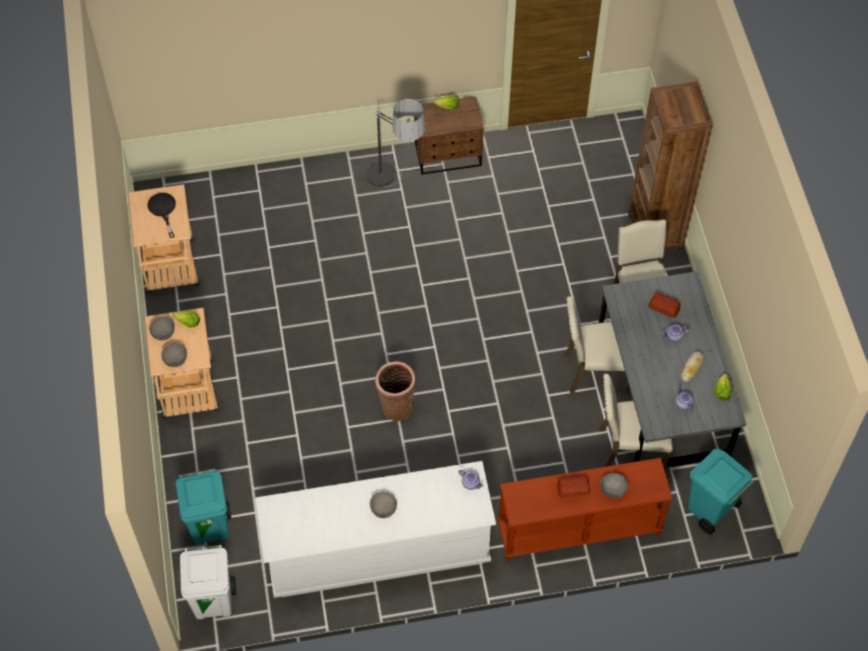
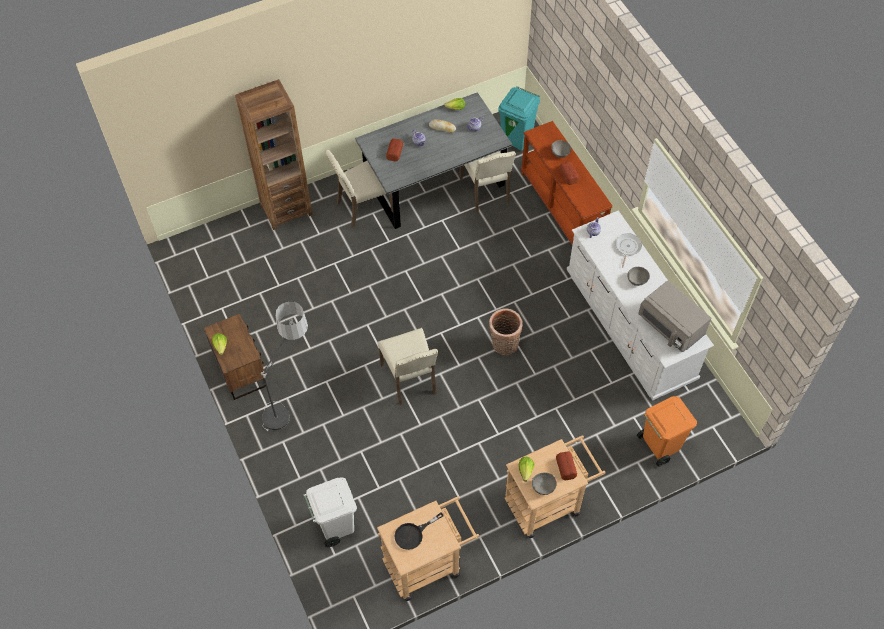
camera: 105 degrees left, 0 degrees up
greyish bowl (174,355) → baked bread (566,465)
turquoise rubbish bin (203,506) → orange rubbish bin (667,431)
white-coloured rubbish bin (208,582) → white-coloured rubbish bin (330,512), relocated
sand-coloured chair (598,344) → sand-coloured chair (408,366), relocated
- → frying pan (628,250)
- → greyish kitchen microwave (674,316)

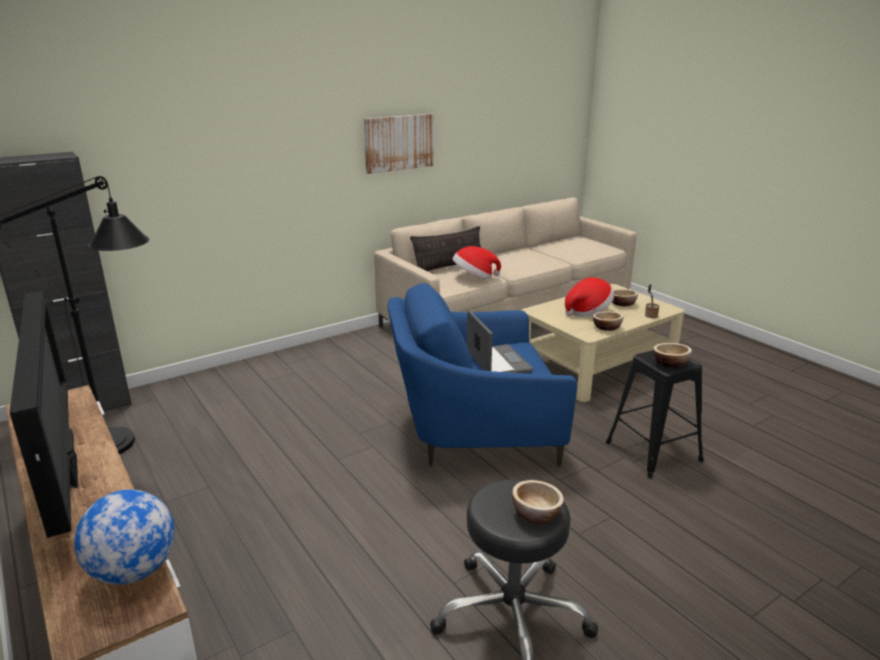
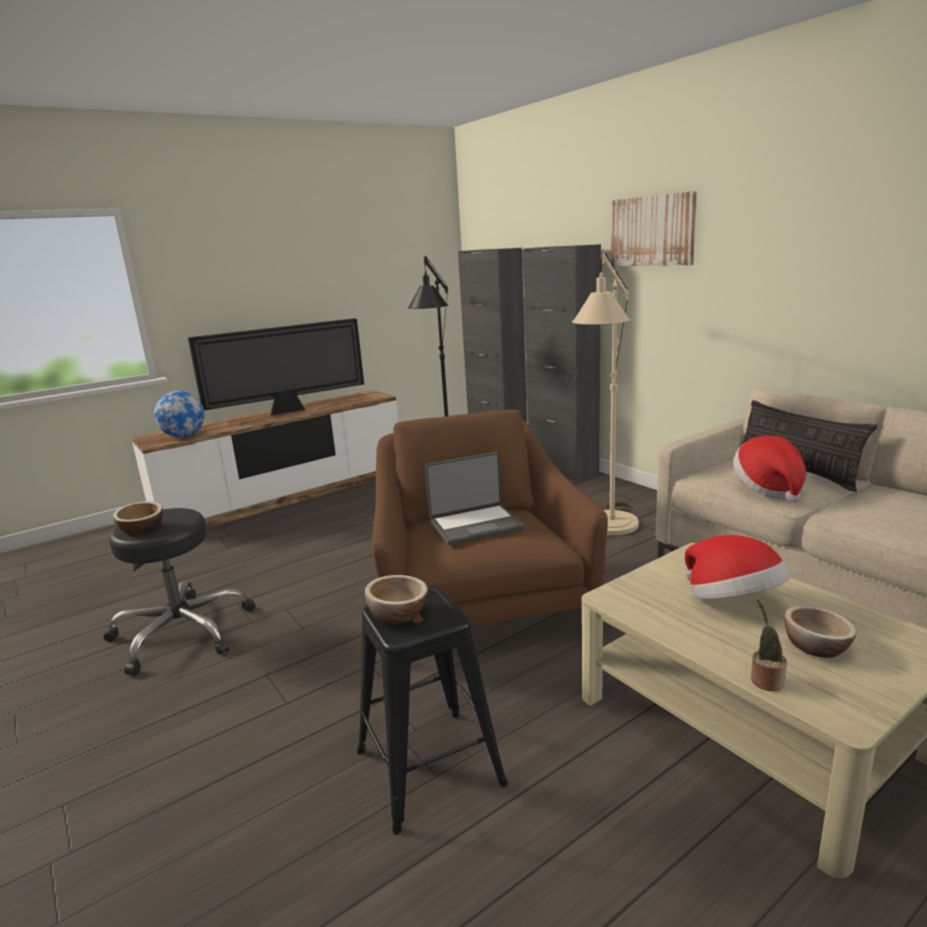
camera: 90 degrees right, 5 degrees down
wall picture (399,144) → wall picture (654,228), relocated
bluish armchair (482,375) → brown armchair (490,518)
bowl (608,321) → -
- → blackish storage cabinet (562,363)
- → sand-coloured standing lamp (605,392)

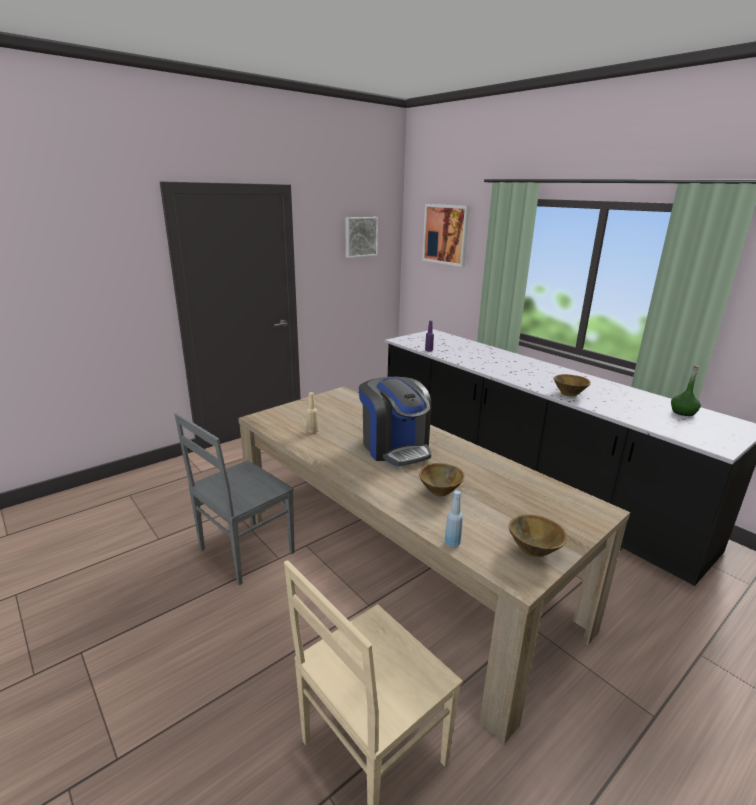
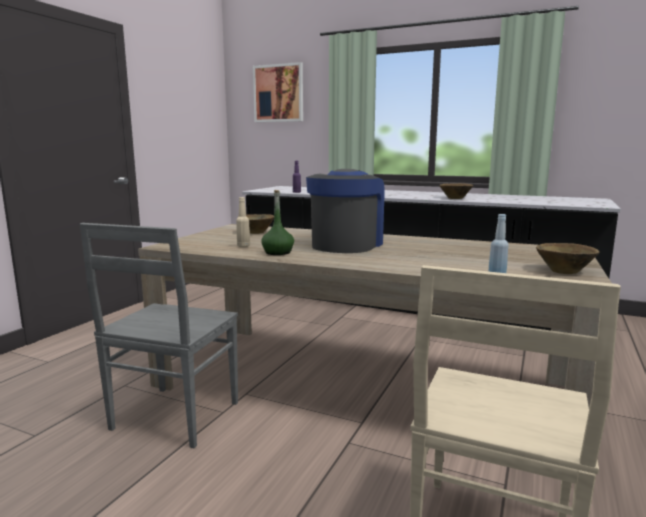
camera: 25 degrees left, 10 degrees down
wall picture (362,237) → -
coffee brewer (395,422) → coffee brewer (345,211), 105 degrees counterclockwise
brown bowl (442,479) → brown bowl (256,224), relocated
green beverage bottle (686,390) → green beverage bottle (277,222), relocated

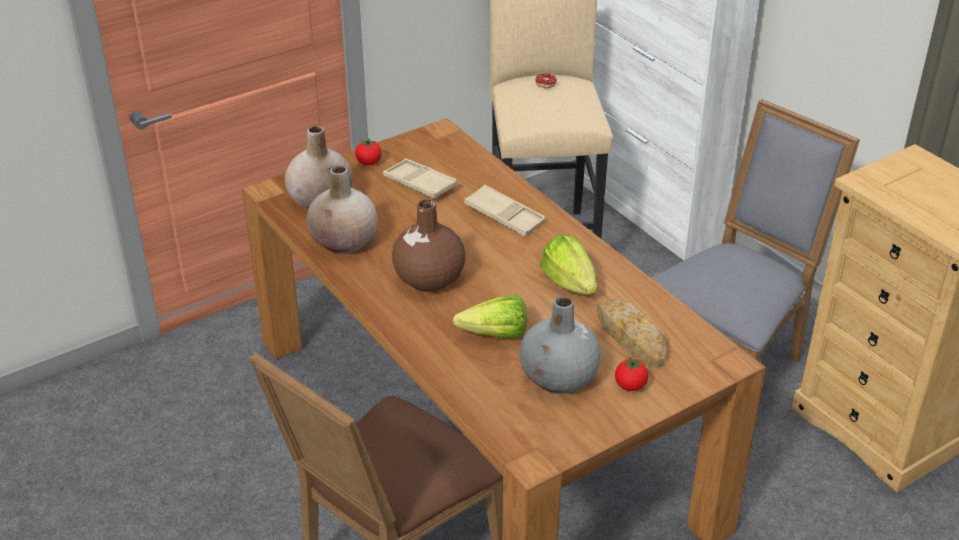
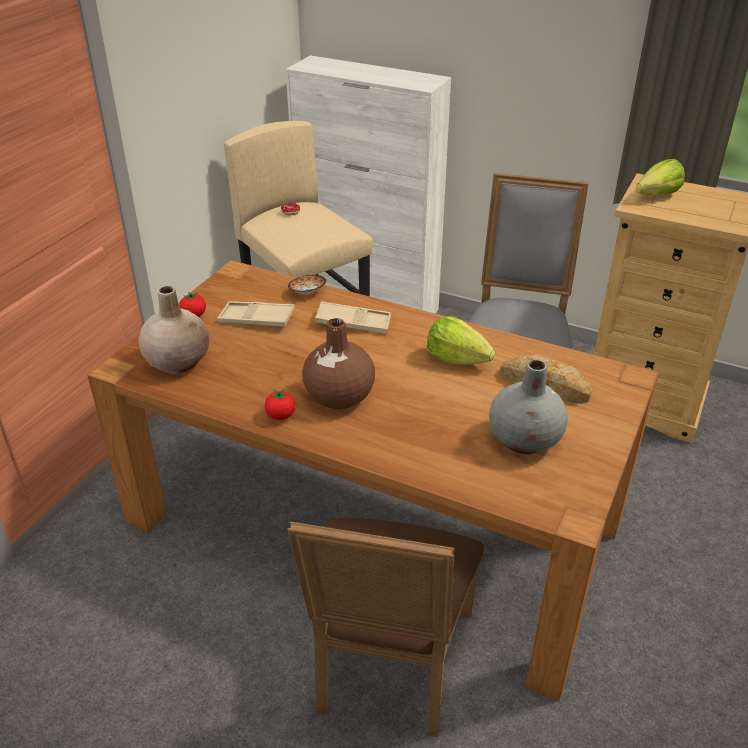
camera: 30 degrees left, 0 degrees up
sand-coloured flower vase (341,210) → -
head of lettuce (490,317) → head of lettuce (660,177), relocated
whole tomato (631,373) → whole tomato (280,404), relocated
- → bowl (307,284)

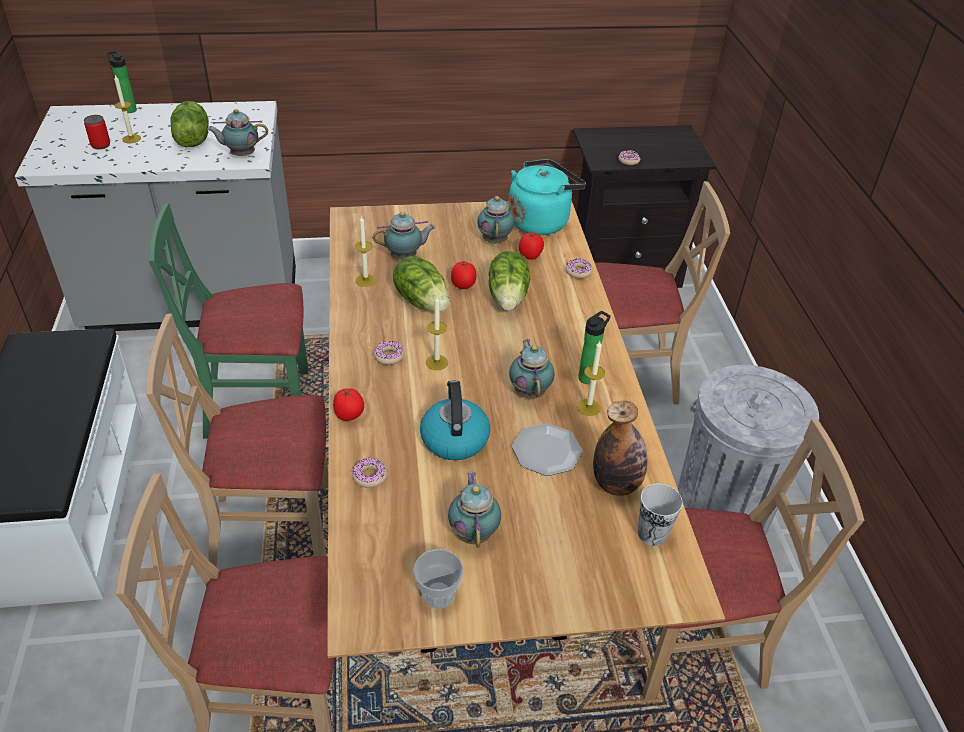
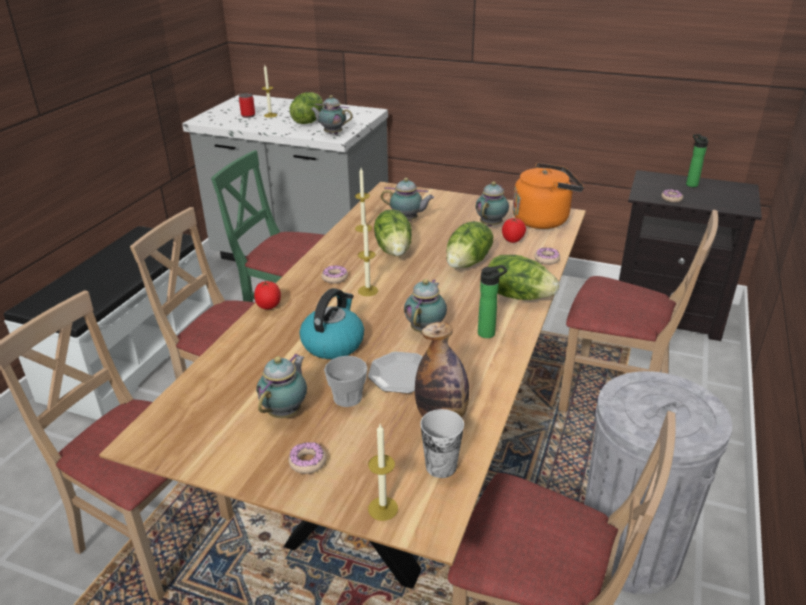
camera: 30 degrees right, 10 degrees down
beverage bottle (122,82) → beverage bottle (697,160), relocated
ring doughnut (370,473) → ring doughnut (307,458), relocated
drinking cup (438,579) → drinking cup (345,381), relocated
whole tomato (464,275) → -
turquoise tea kettle (547,197) → orange tea kettle (548,196)
candle (591,378) → candle (383,472), relocated
- → head of lettuce (523,277)

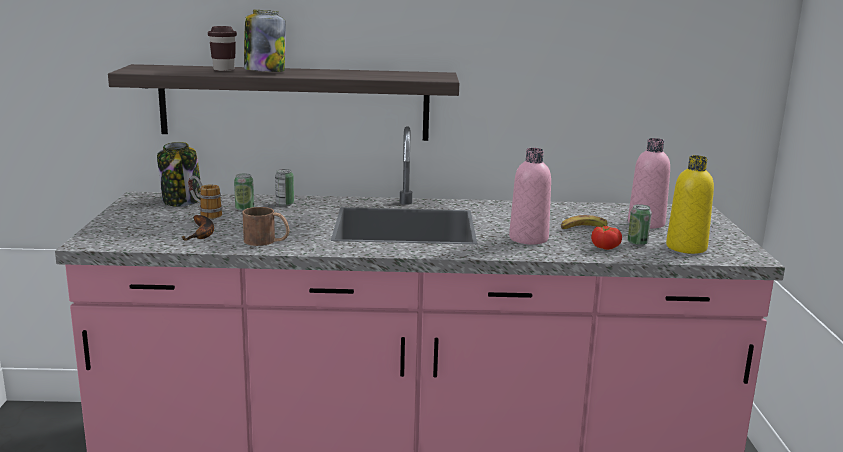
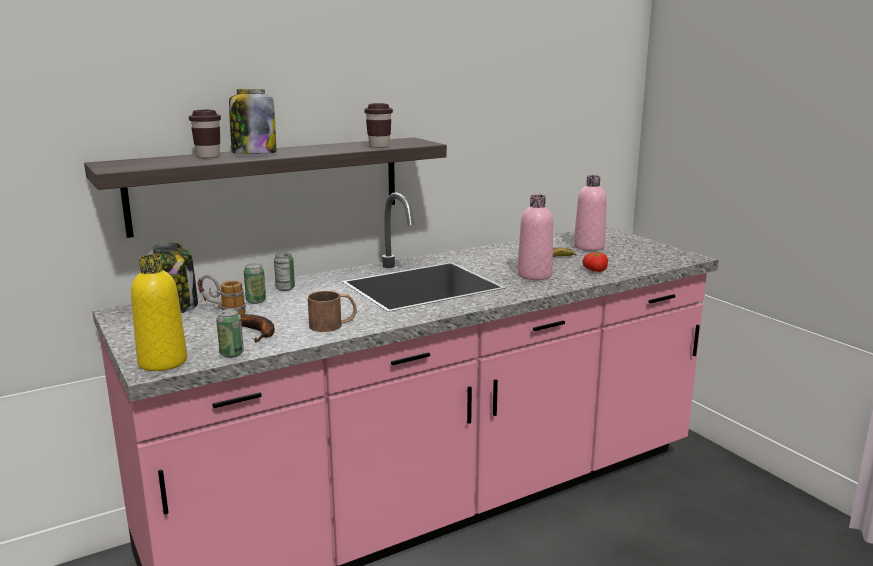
camera: 30 degrees left, 0 degrees up
metal can (640,225) → metal can (230,333), relocated
yellow-coloured beverage bottle (690,204) → yellow-coloured beverage bottle (159,312), relocated
- → brown drinking cup (378,125)

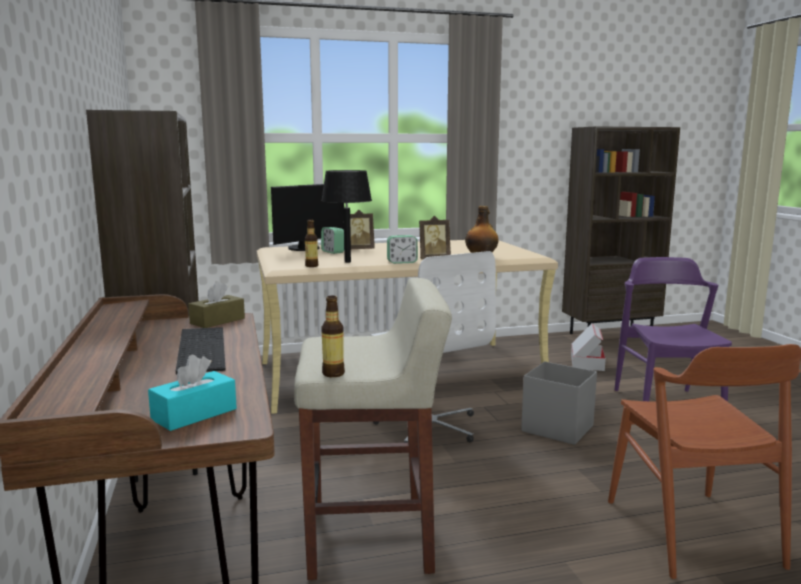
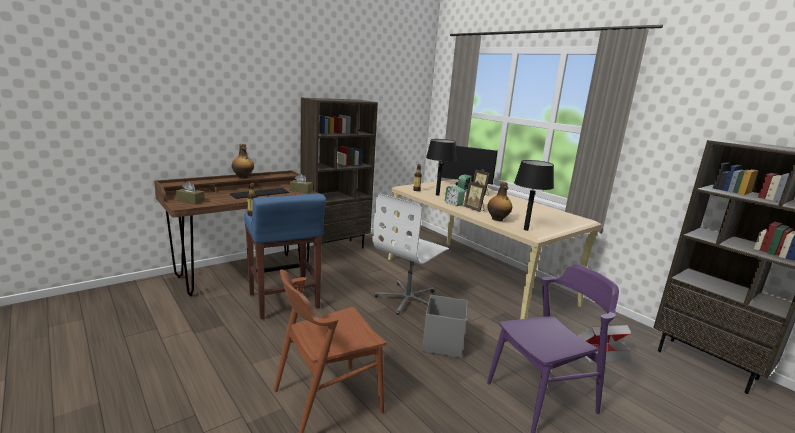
camera: 65 degrees right, 5 degrees up
turquoise tissue box (192,393) → brown tissue box (190,192)
sand-coloured sitting stool (373,429) → bluish sitting stool (285,256)
- → beverage bottle (243,161)
- → blackish lamp for a table (534,195)

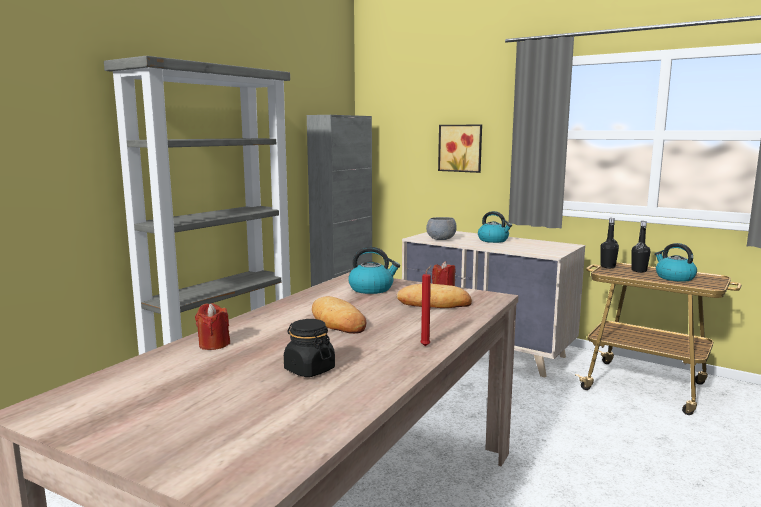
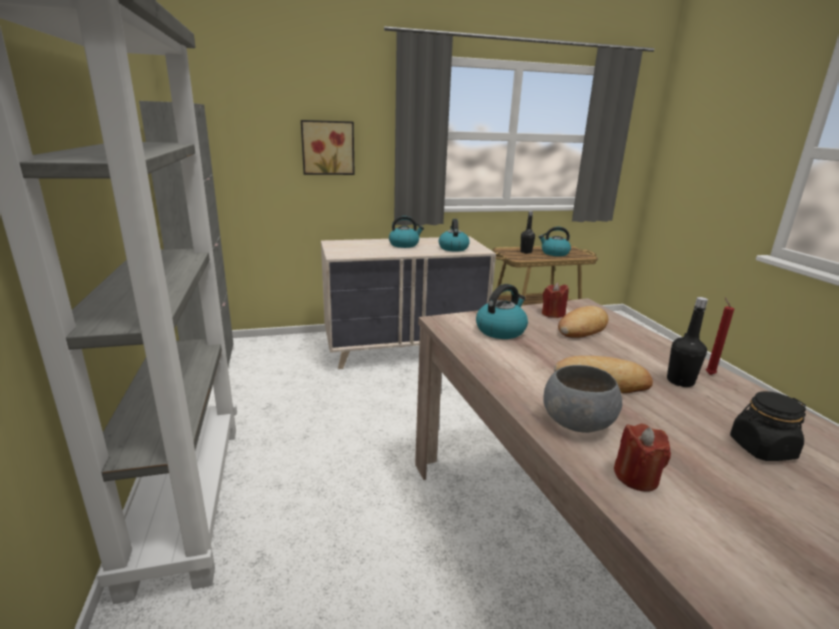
camera: 50 degrees left, 10 degrees up
greyish bowl (441,228) → greyish bowl (582,399), relocated
blackish beverage bottle (609,243) → blackish beverage bottle (687,342), relocated
- → tea kettle (454,235)

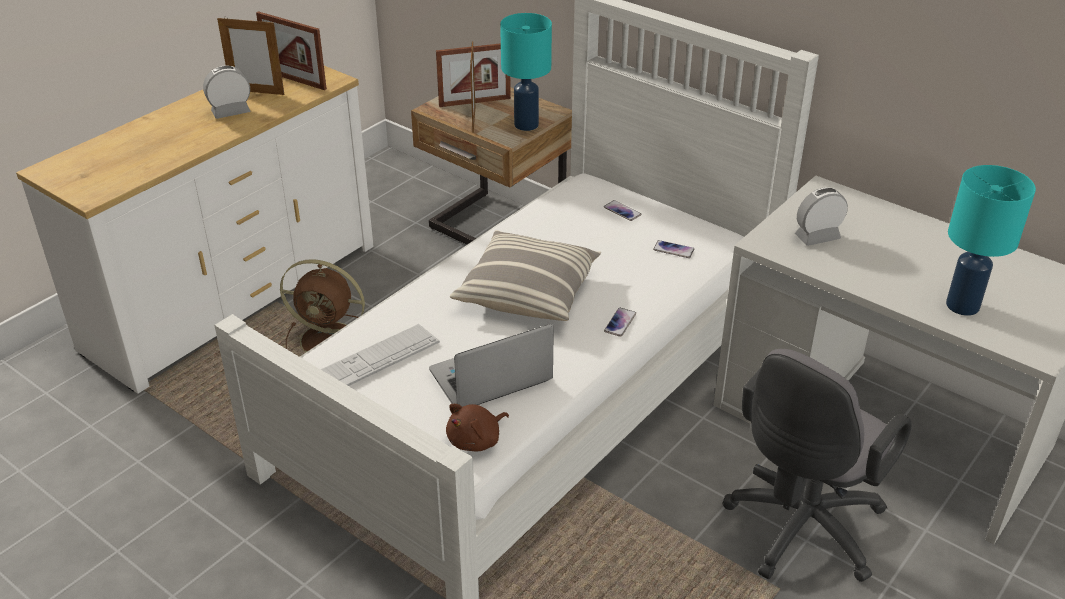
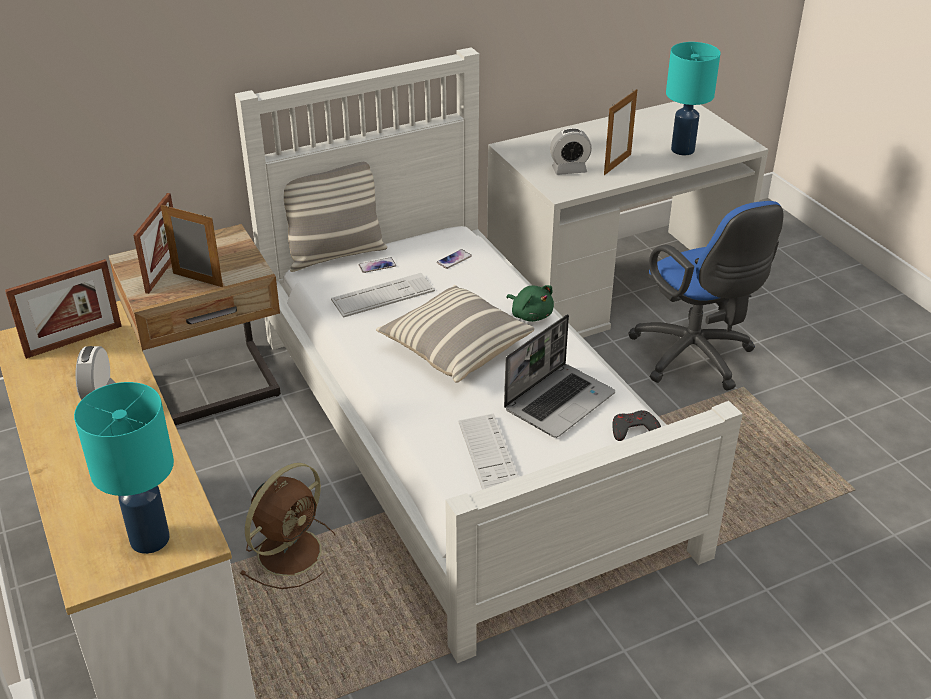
camera: 65 degrees left, 0 degrees up
picture frame (251,55) → picture frame (621,132), relocated
portable computer (491,365) → portable computer (559,376), 135 degrees counterclockwise
brown plush toy (477,427) → greyish gamepad (636,425)
turquoise lamp for a table (526,72) → turquoise lamp for a table (124,468), relocated
phone (620,322) → green plush toy (530,303)
greyish computer chair (817,465) → bluish computer chair (705,296)
table clock (821,216) → table clock (571,151), 105 degrees counterclockwise
- → throw pillow (335,217)
- → keyboard (383,295)

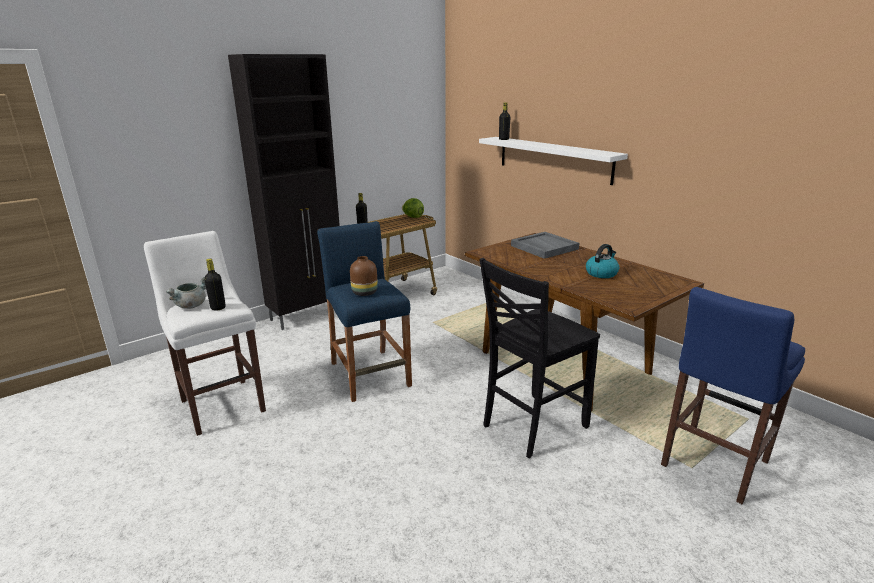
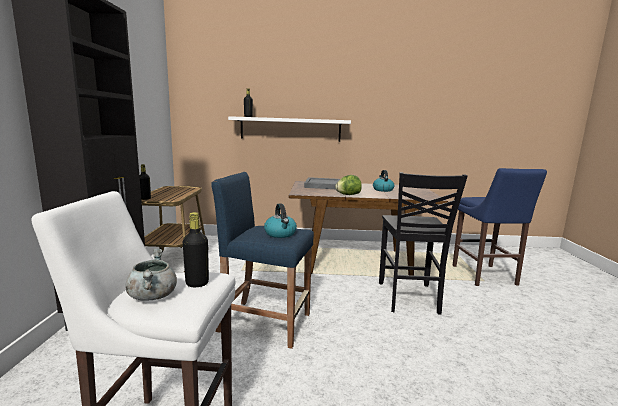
camera: 50 degrees left, 10 degrees down
brown flower vase (364,276) → tea kettle (280,220)
head of lettuce (413,208) → head of lettuce (348,185), relocated

